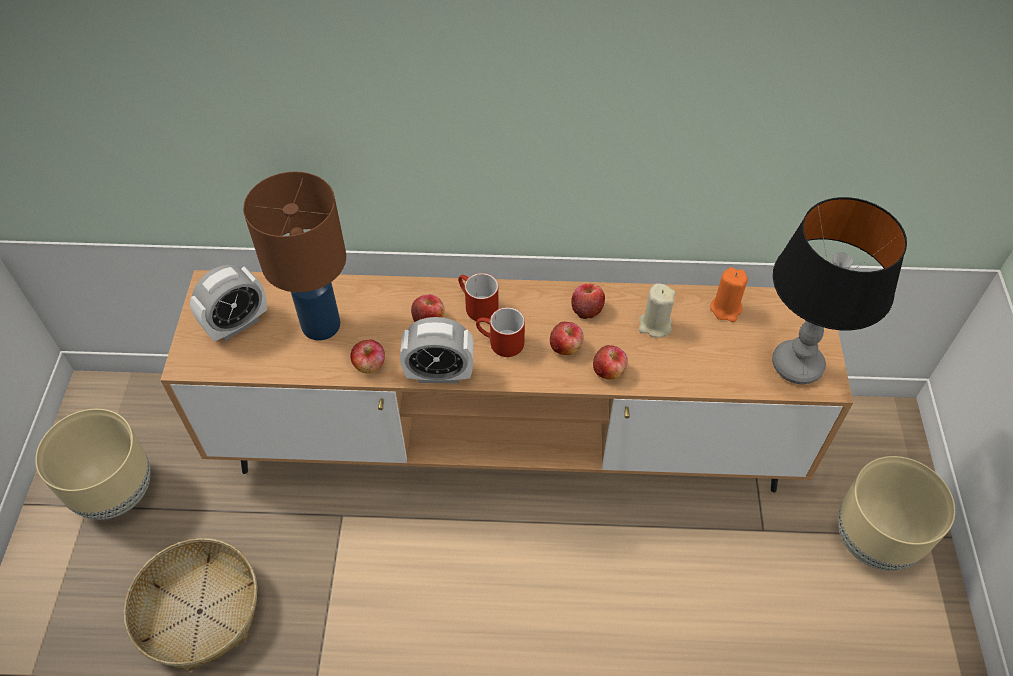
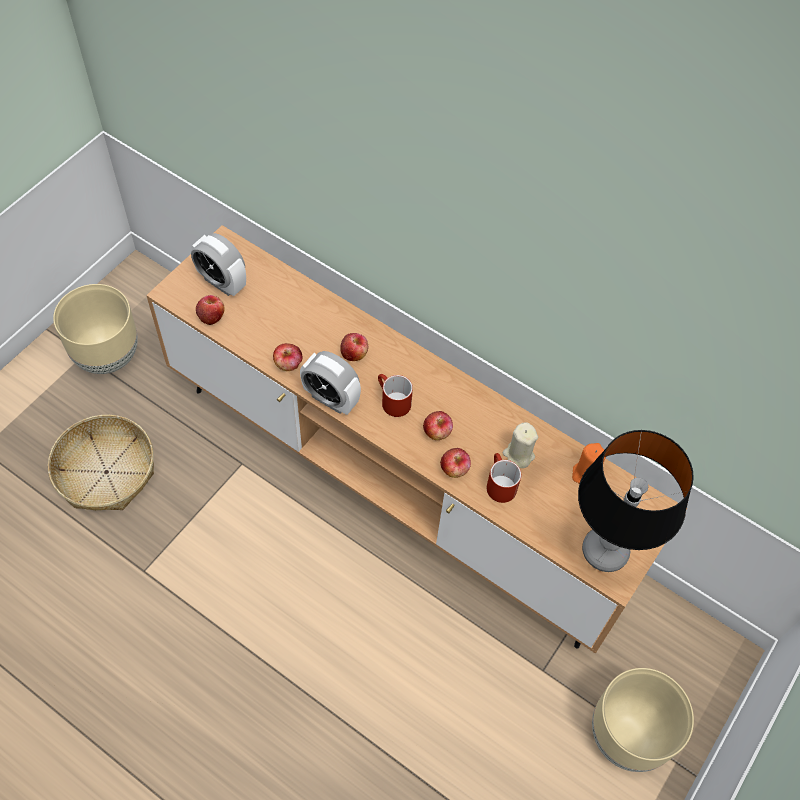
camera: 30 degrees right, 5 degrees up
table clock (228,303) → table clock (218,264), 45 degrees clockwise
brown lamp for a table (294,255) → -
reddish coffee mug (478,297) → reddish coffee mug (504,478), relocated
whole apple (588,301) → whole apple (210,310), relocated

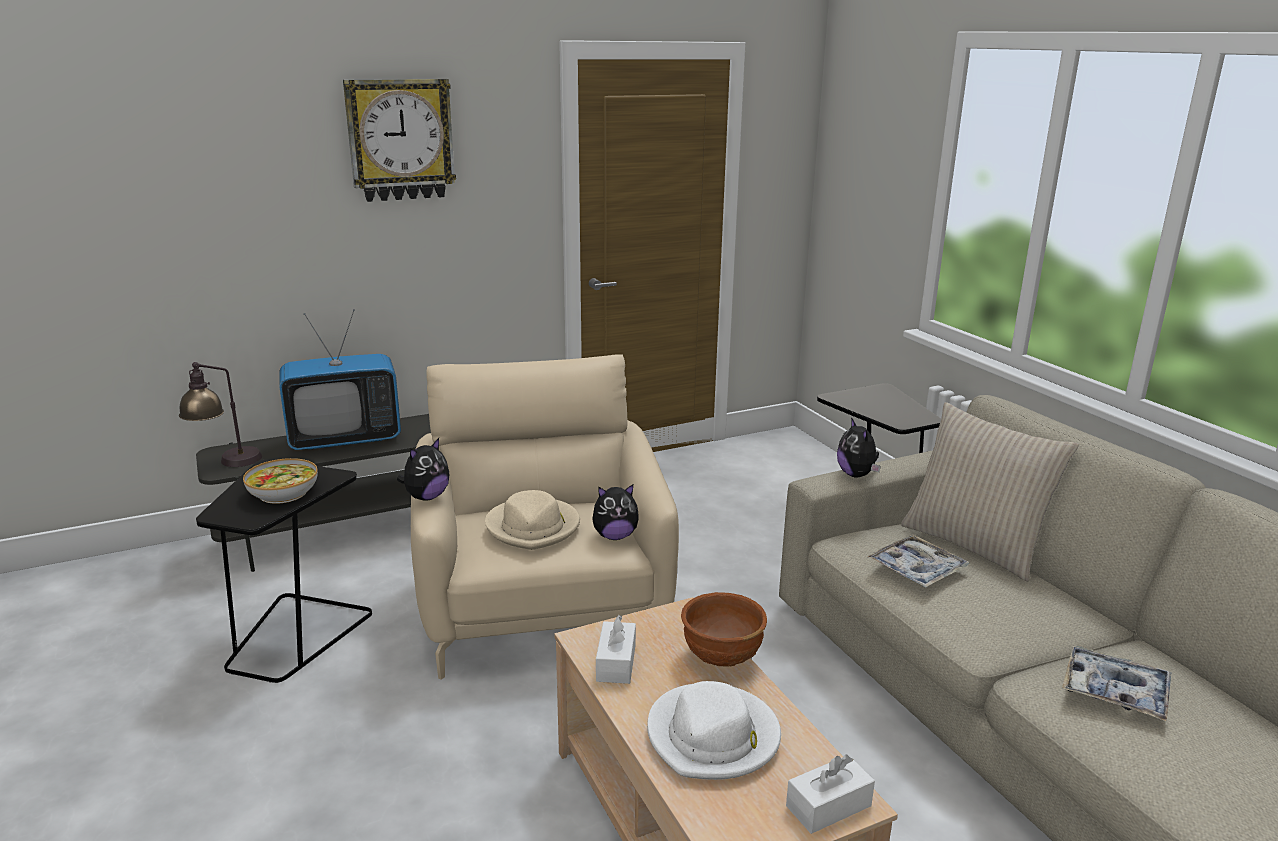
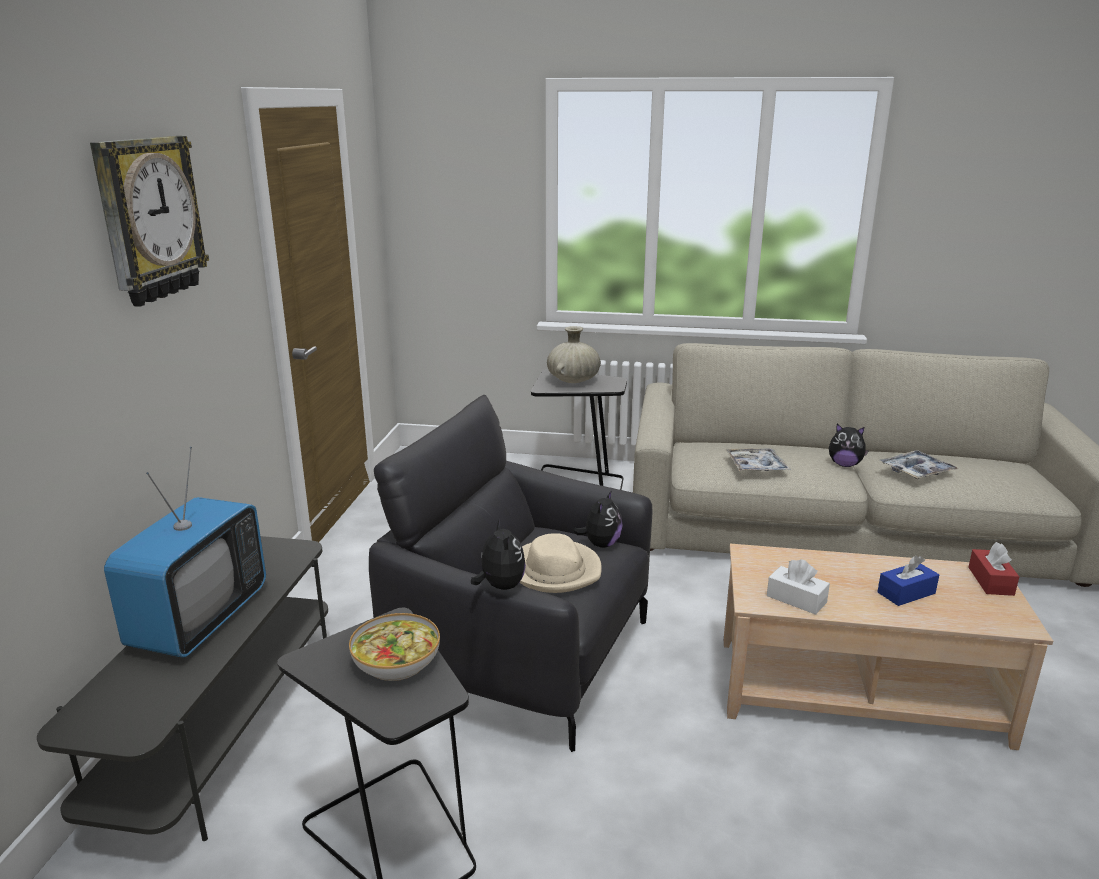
camera: 55 degrees left, 0 degrees up
lamp for a table (220,414) → -
sand-coloured armchair (545,517) → blackish armchair (510,573)
white-coloured clothing hat (714,730) → bluish tissue box (908,580)
brown bowl (724,629) → -
white-coloured tissue box (830,794) → reddish tissue box (993,569)
plush toy (859,447) → plush toy (849,445), relocated
sand-coloured throw pillow (990,492) → -
- → sand-coloured flower vase (574,354)

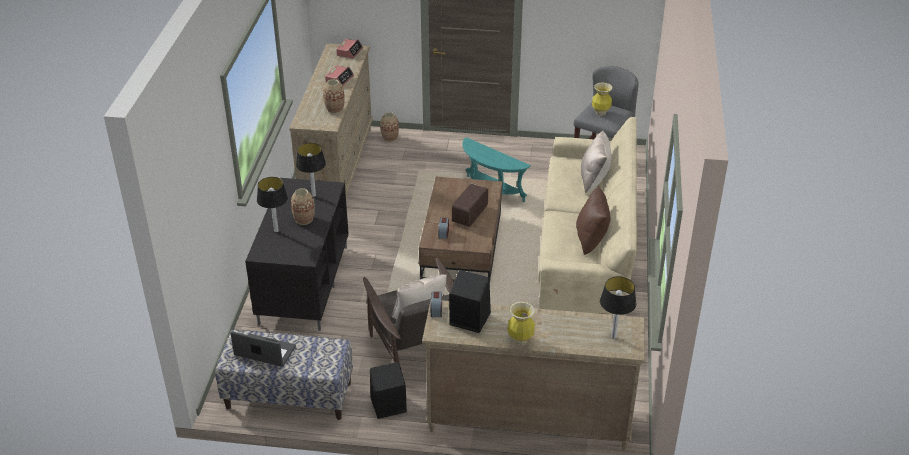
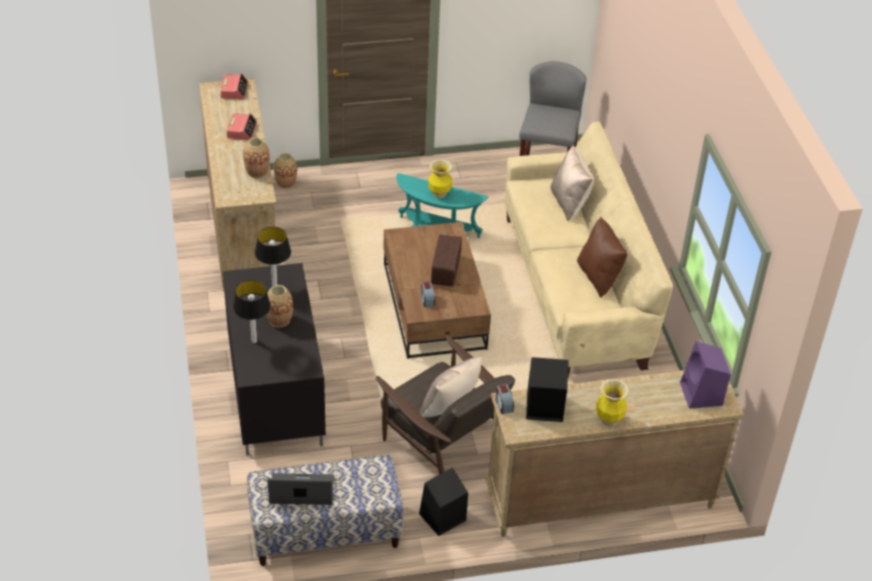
camera: 20 degrees left, 5 degrees up
flower vase (602,99) → flower vase (440,179), relocated
lamp for a table (618,307) → purple loudspeaker (705,375)

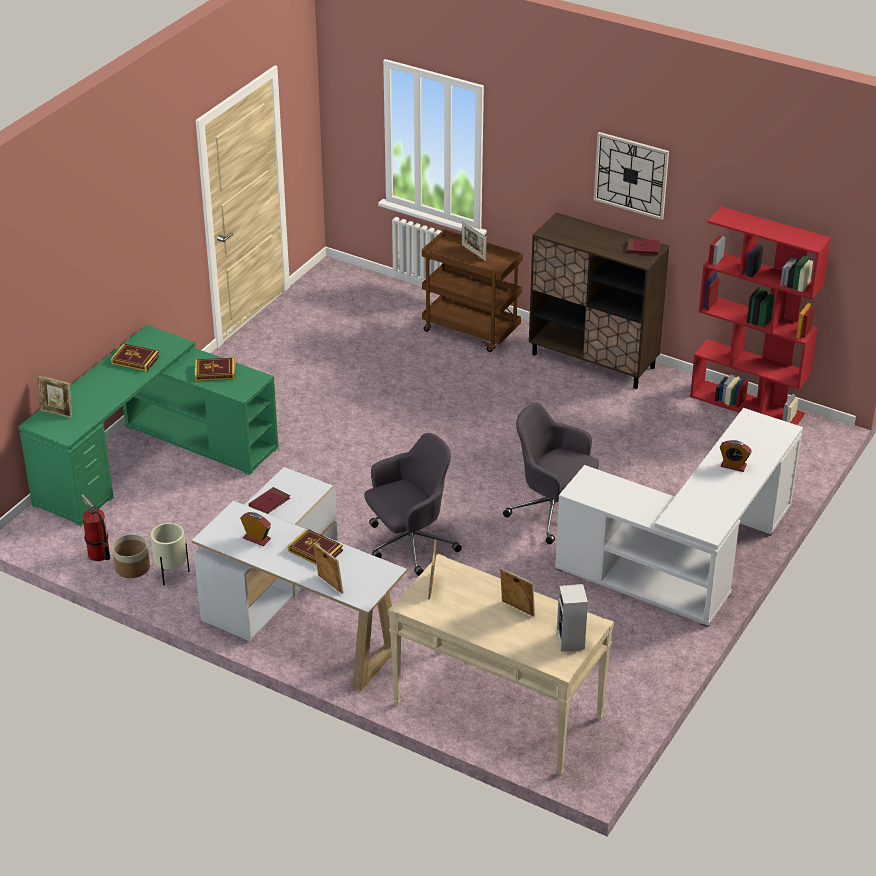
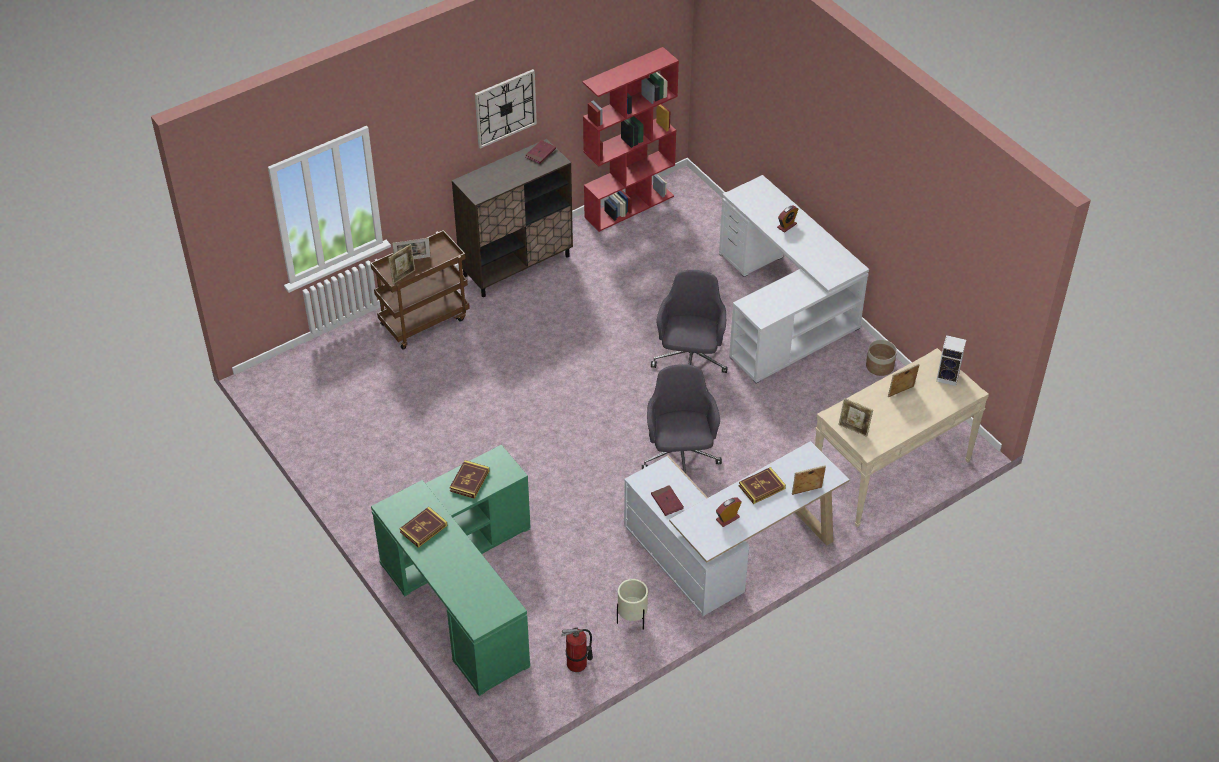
camera: 65 degrees left, 10 degrees up
picture frame (55,397) → picture frame (401,264), relocated
plant pot (131,556) → plant pot (881,358), relocated
greyish computer chair (551,473) → greyish computer chair (689,321), 135 degrees clockwise

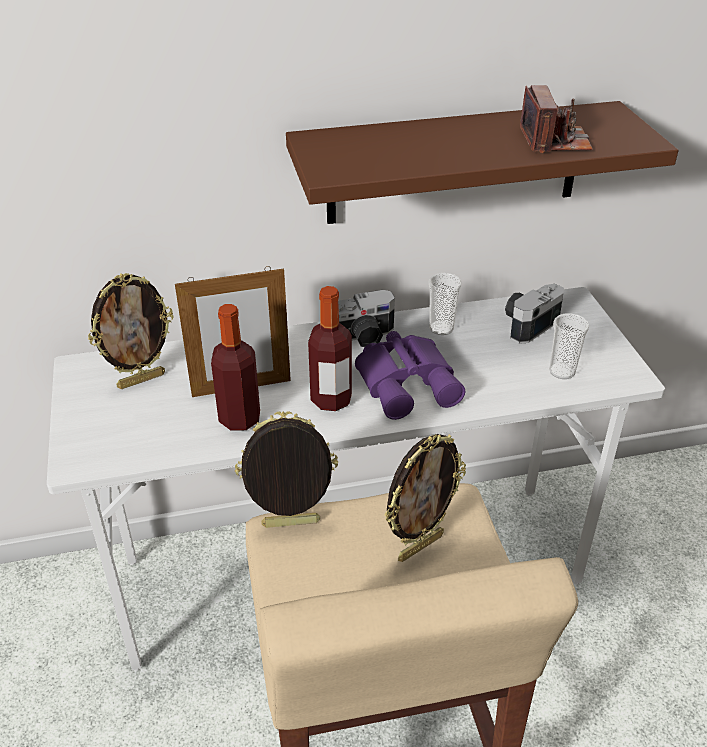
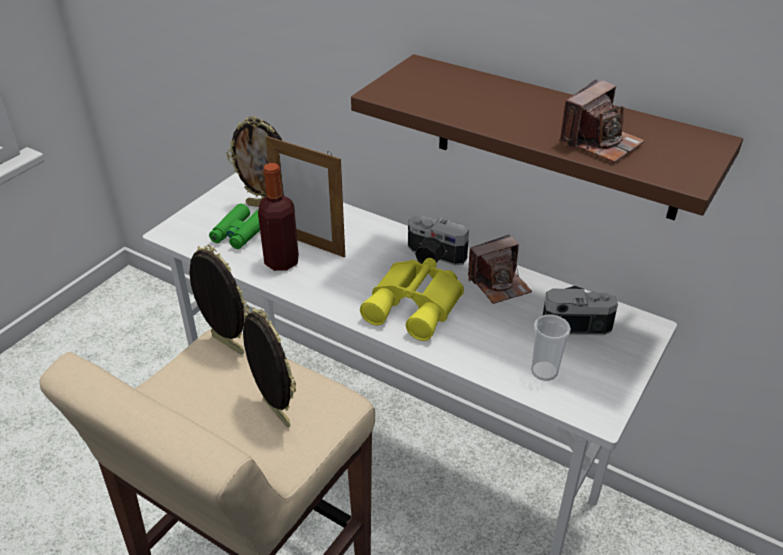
camera: 45 degrees right, 0 degrees up
beverage bottle (330,348) → -
purple binoculars (410,375) → yellow-coloured binoculars (412,299)
picture frame (425,498) → picture frame (269,367), 135 degrees counterclockwise
drinking cup (445,304) → still camera (500,269)
- → green binoculars (234,226)

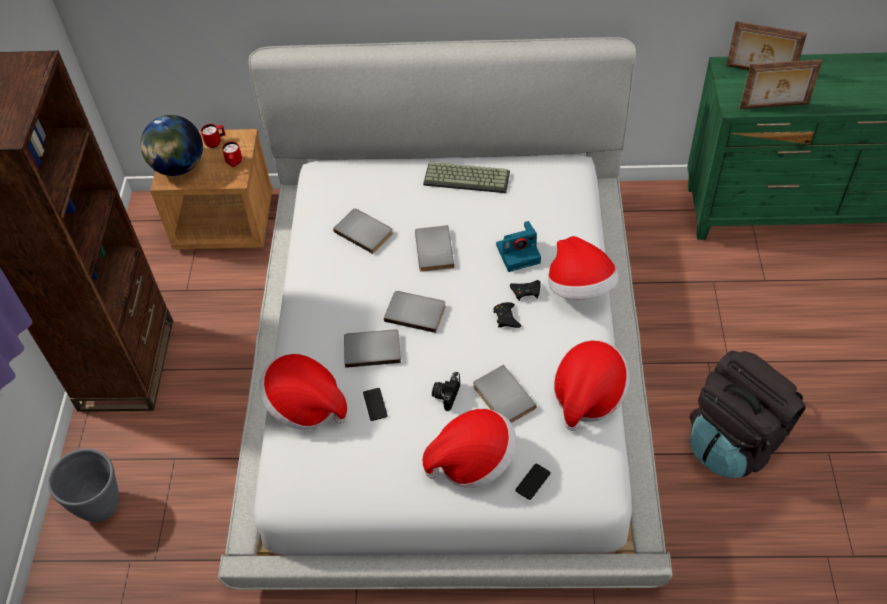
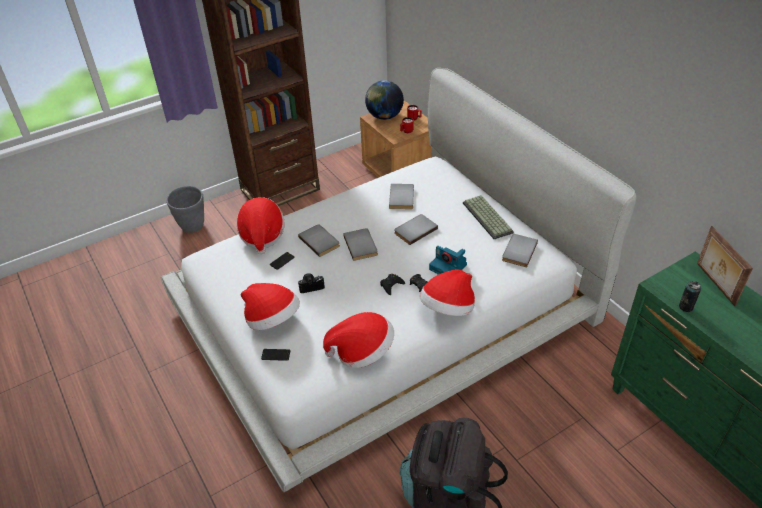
camera: 55 degrees right, 10 degrees down
greyish book (505,394) → greyish book (520,250), relocated
picture frame (781,84) → metal can (690,296)

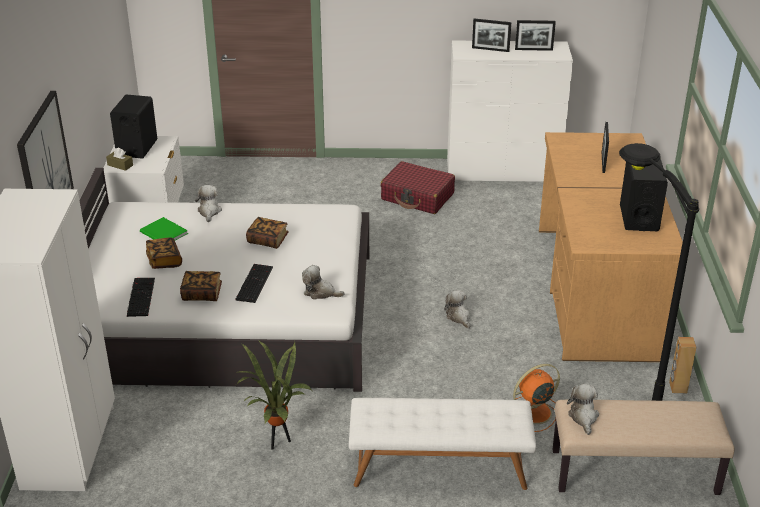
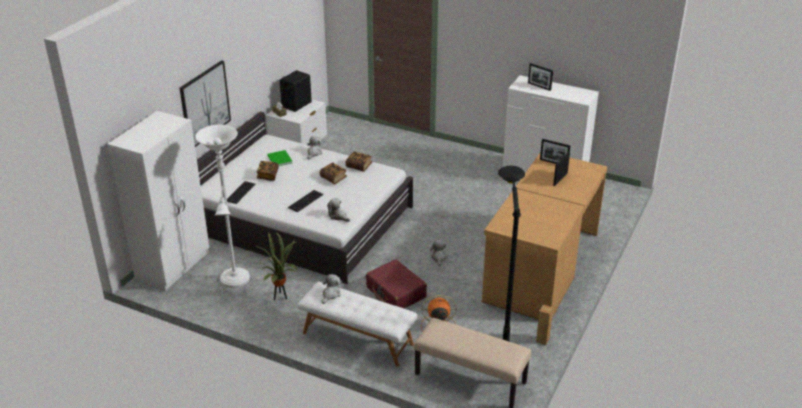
camera: 25 degrees right, 0 degrees up
book (201,286) → book (358,161), relocated
reddish suitcase (418,187) → reddish suitcase (396,283), relocated
picture frame (535,35) → picture frame (555,151), relocated
plush toy (583,409) → plush toy (331,289), relocated
blackish loudspeaker (644,195) → -
- → white-coloured standing lamp (222,206)

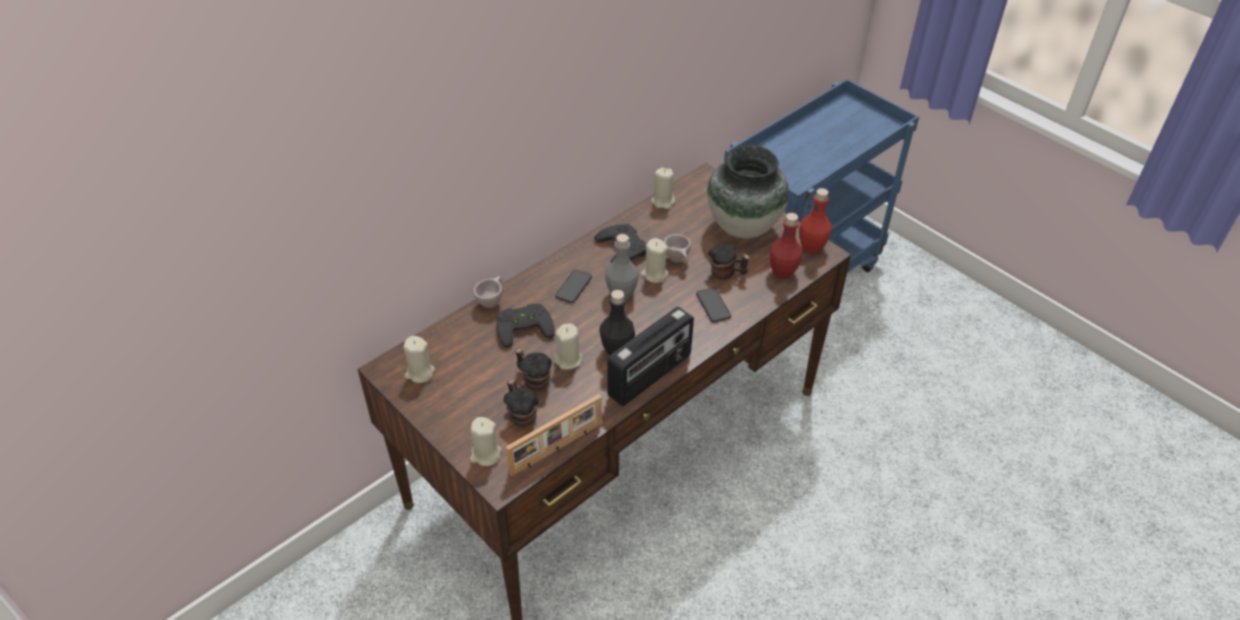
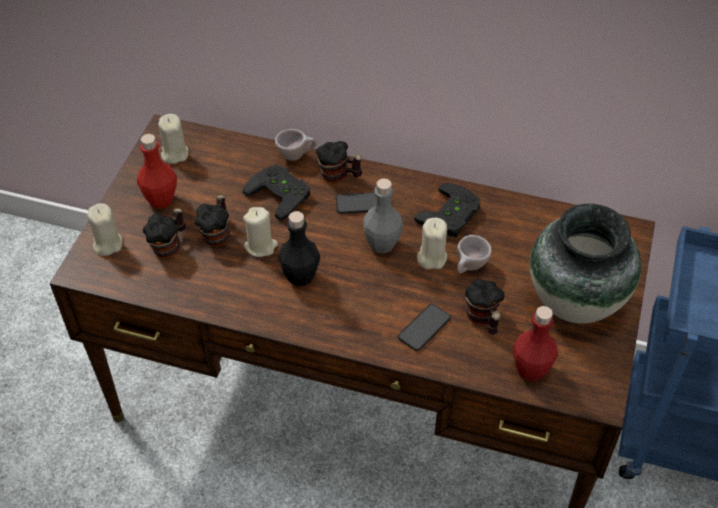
camera: 60 degrees right, 5 degrees up
picture frame (554,435) → -
radio set (650,356) → -
sand-coloured candle (663,188) → -
reddish beverage bottle (815,220) → reddish beverage bottle (157,171), relocated
- → coffee mug (339,162)

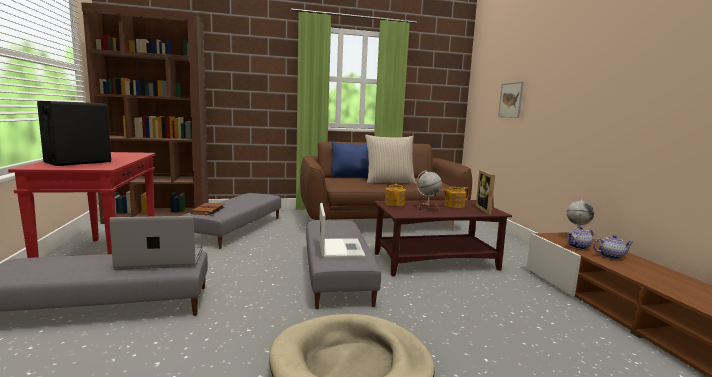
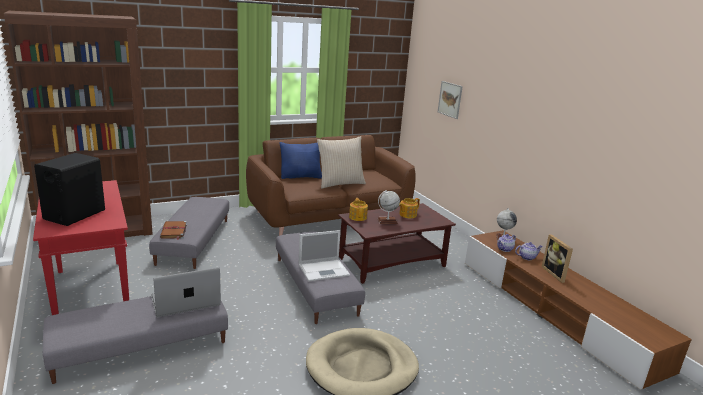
camera: 15 degrees left, 10 degrees up
portable computer (342,231) → portable computer (324,255), 90 degrees clockwise
picture frame (485,192) → picture frame (557,258), relocated

